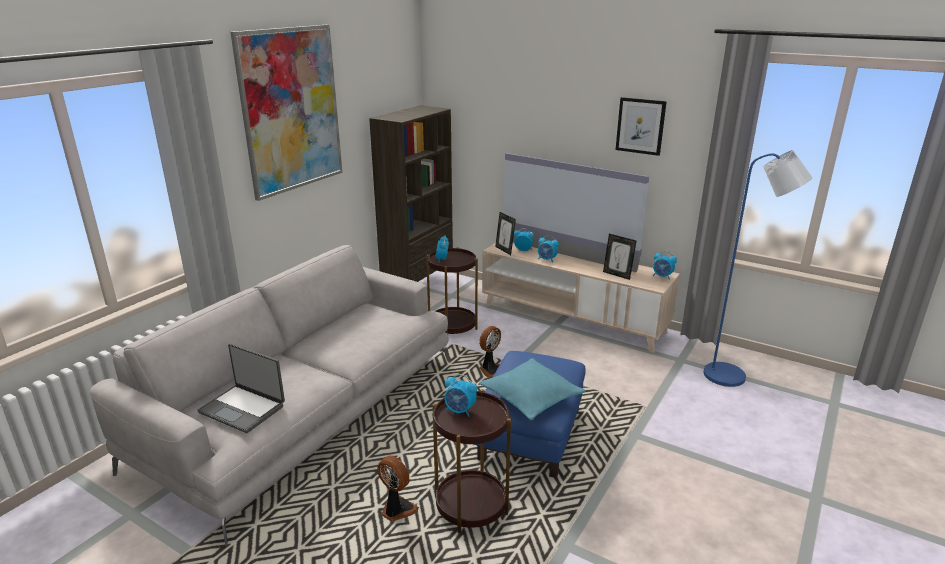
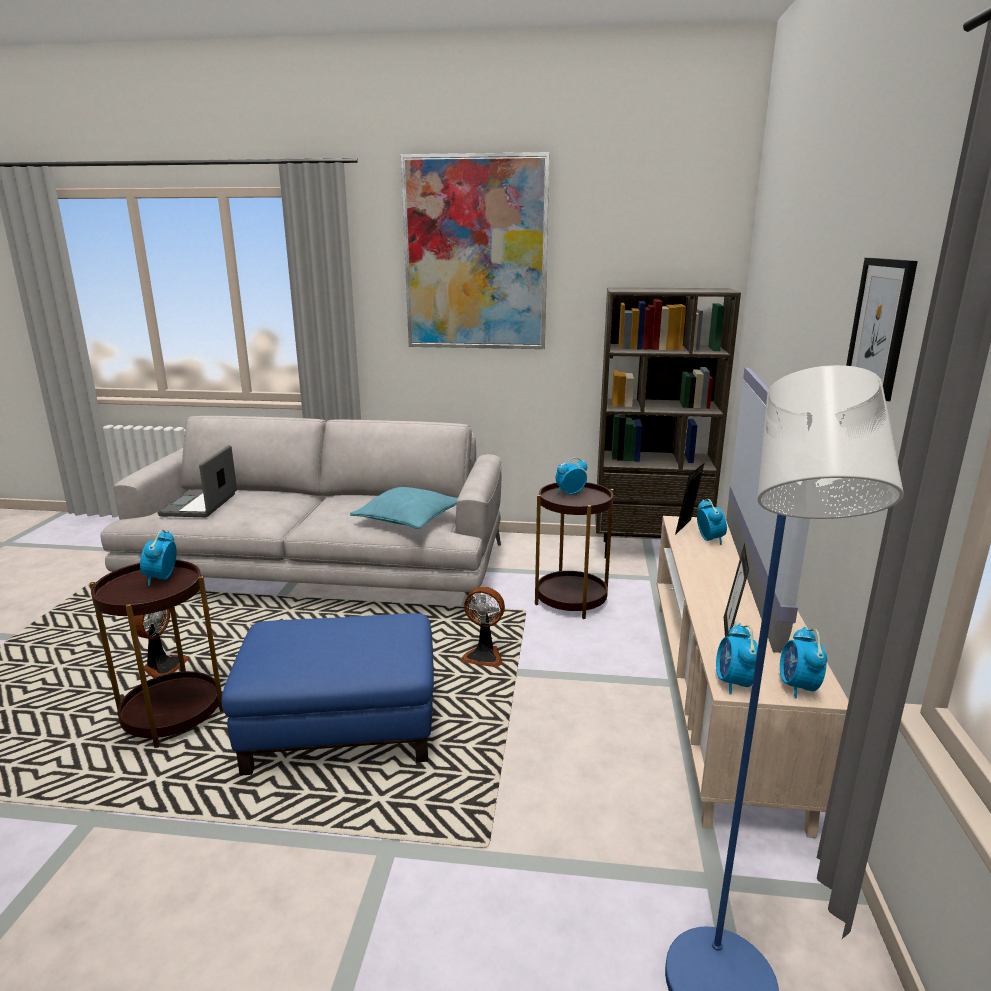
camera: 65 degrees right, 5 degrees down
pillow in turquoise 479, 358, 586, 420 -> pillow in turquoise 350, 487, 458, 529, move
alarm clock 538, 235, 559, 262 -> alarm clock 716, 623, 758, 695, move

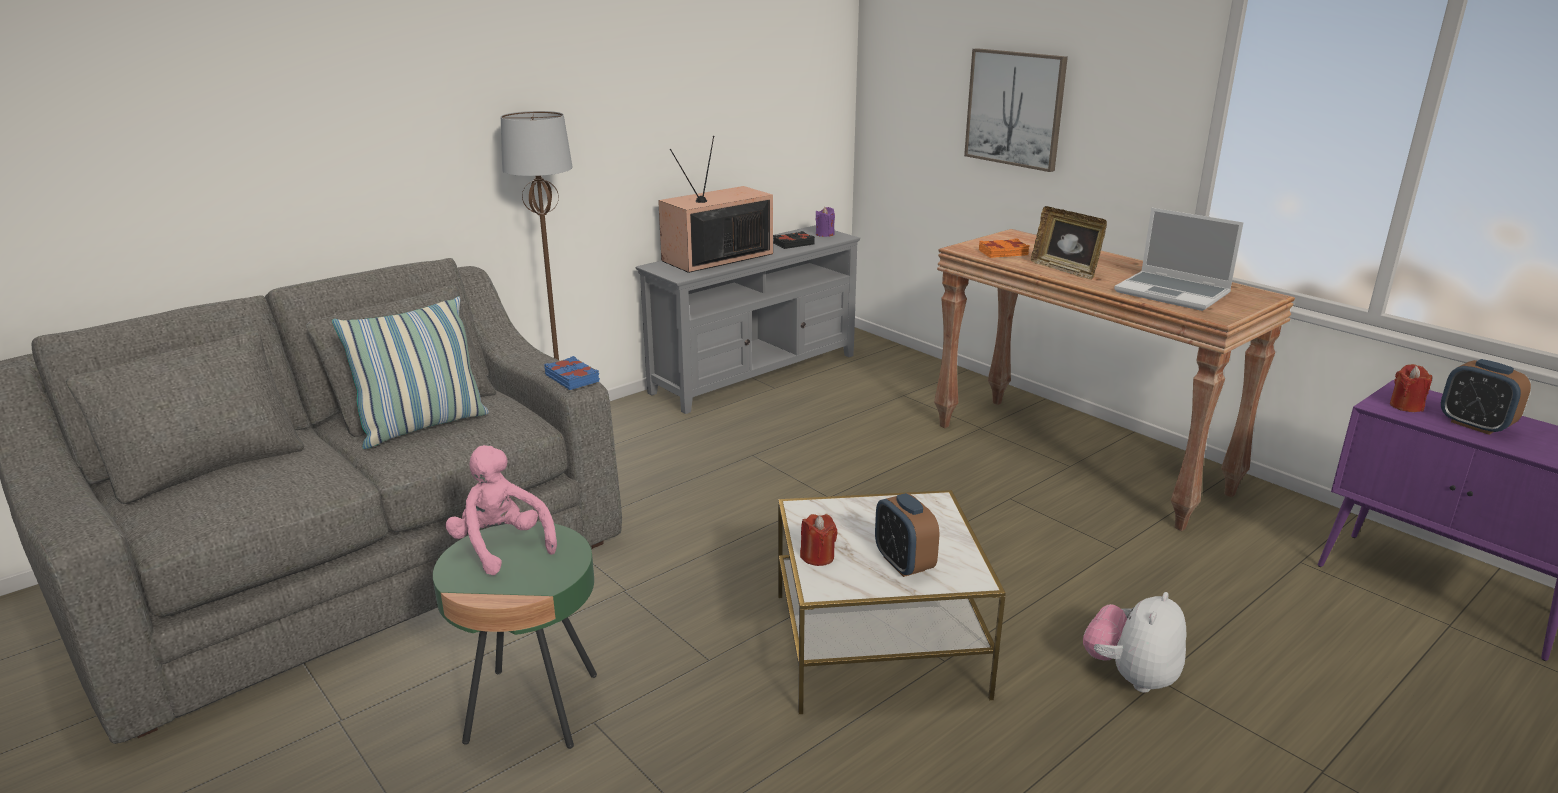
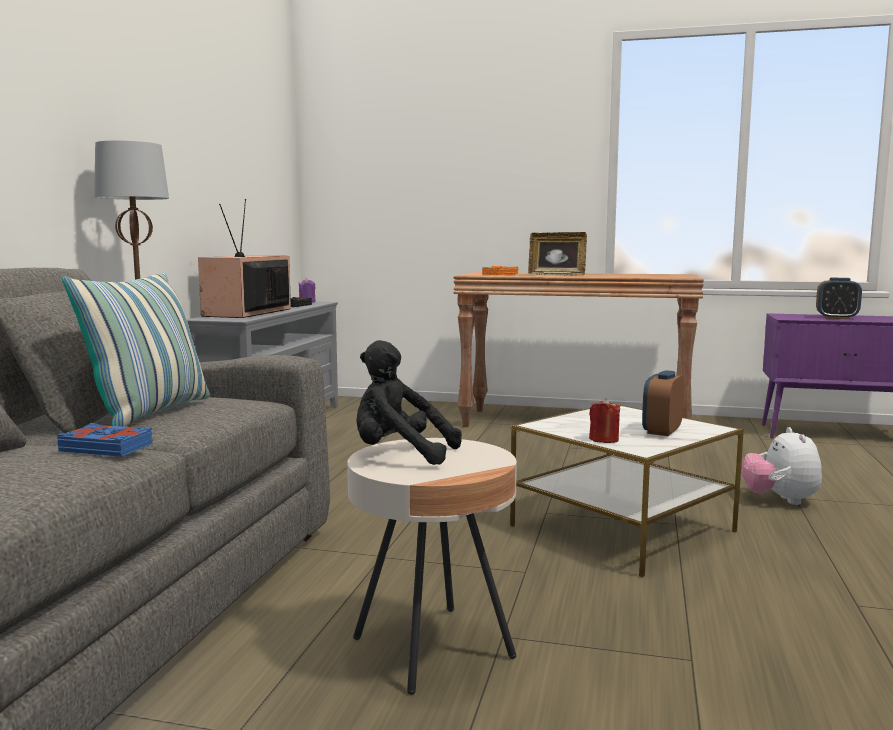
camera: 35 degrees left, 15 degrees down
side table in green 433, 522, 597, 749 -> side table in beige 347, 438, 517, 695
plush toy in pink 445, 445, 557, 575 -> plush toy in black 356, 340, 462, 465
book in blue 544, 356, 600, 390 -> book in blue 57, 423, 153, 457, move
alarm clock 875, 493, 939, 577 -> alarm clock 642, 370, 684, 436, 90 degrees clockwise
picture 964, 48, 1068, 172 -> none
laptop 1114, 208, 1244, 311 -> none
candle in red 1390, 364, 1432, 412 -> none

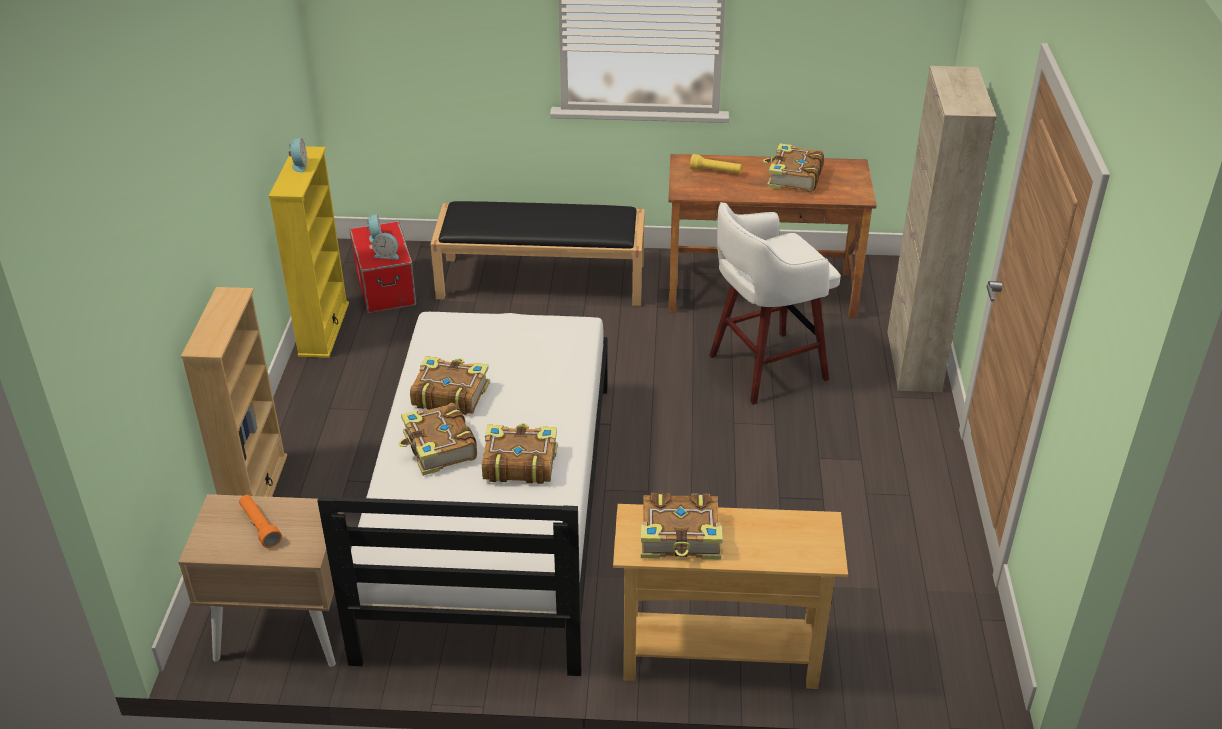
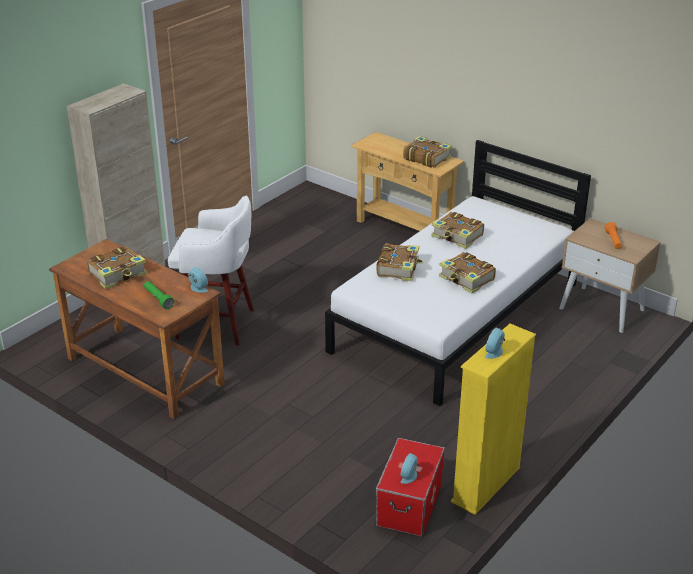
camera: 145 degrees left, 5 degrees down
bookcase in beige 181, 287, 287, 497 -> none
alarm clock 372, 233, 399, 259 -> alarm clock 188, 267, 208, 293, move
book 399, 403, 477, 476 -> book 376, 243, 424, 281, move
bench in black 430, 201, 645, 306 -> none
flashlight in yellow 690, 154, 742, 174 -> flashlight in green 144, 281, 174, 309

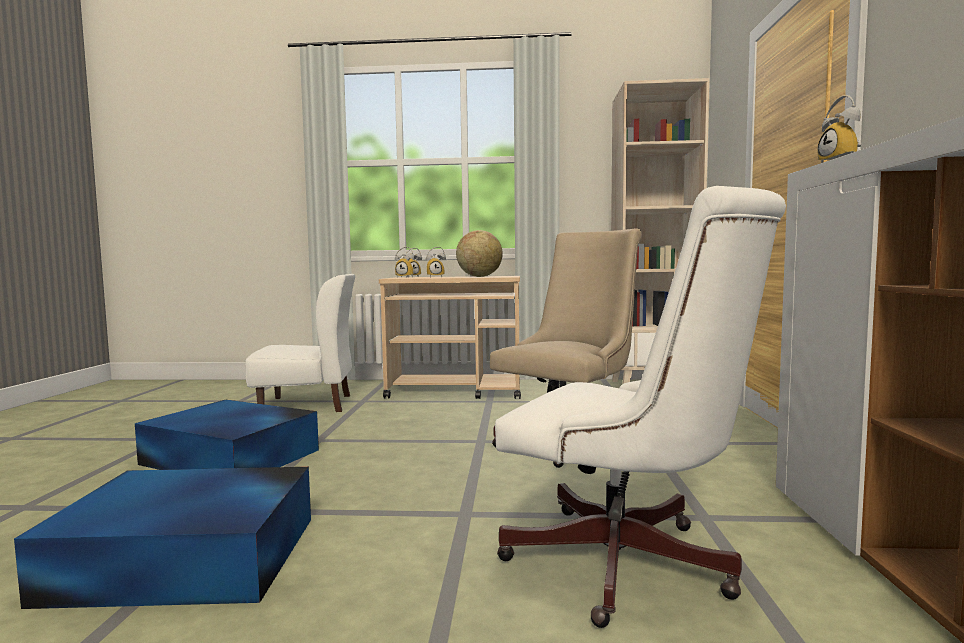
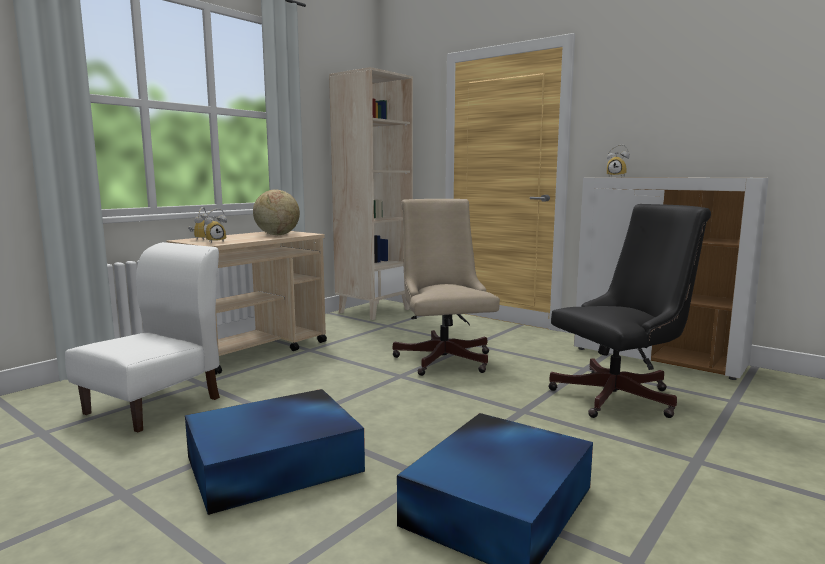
camera: 55 degrees left, 5 degrees up
alarm clock 426, 247, 446, 277 -> none
office chair in white 495, 186, 786, 628 -> office chair in black 548, 204, 711, 418

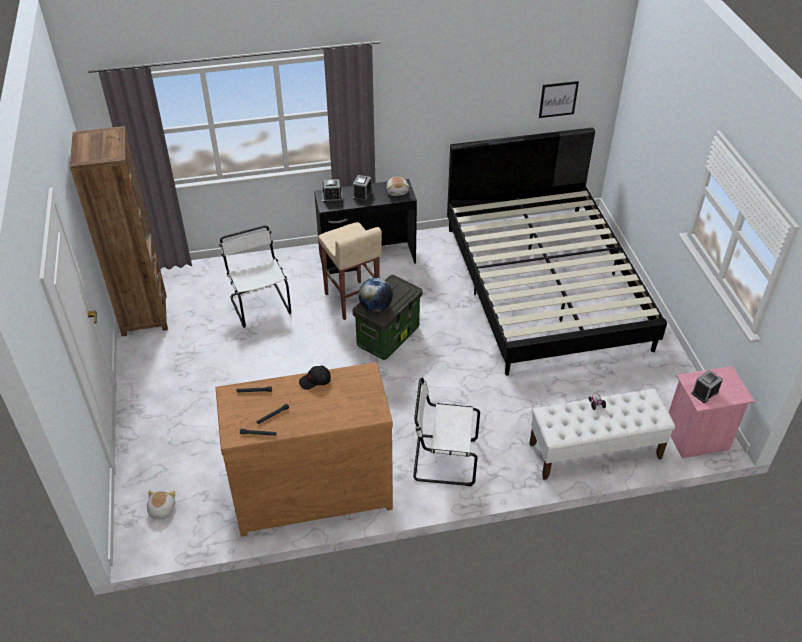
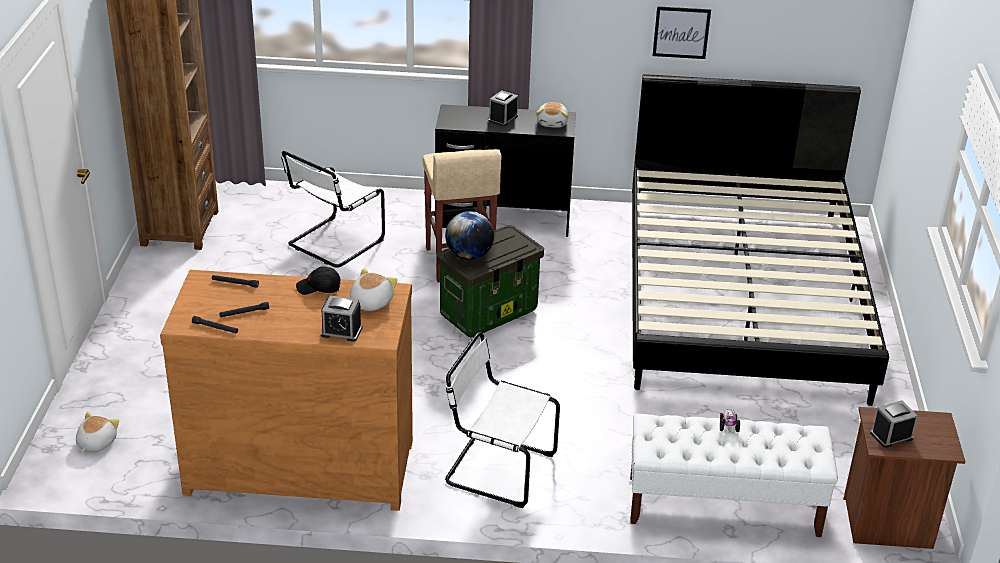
camera: 15 degrees right, 10 degrees down
chair in white 219, 225, 292, 328 -> chair in white 281, 151, 385, 268, 135 degrees counterclockwise
alarm clock 323, 179, 342, 202 -> alarm clock 321, 296, 363, 342, move
picture 539, 81, 579, 118 -> picture 653, 6, 711, 59, move
nightstand in pink 669, 366, 755, 458 -> nightstand in brown 844, 407, 966, 549
none -> plush toy 350, 268, 398, 311

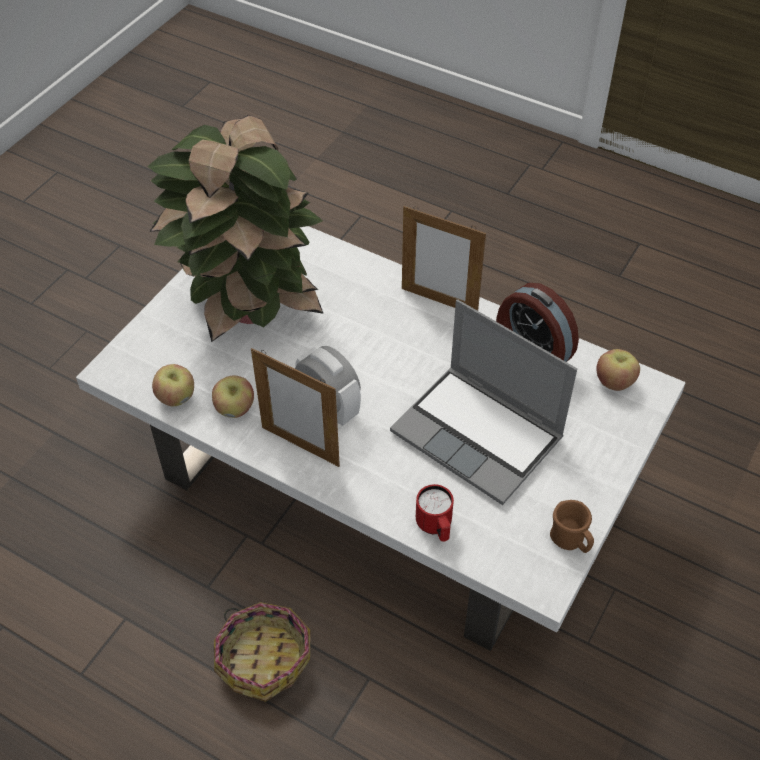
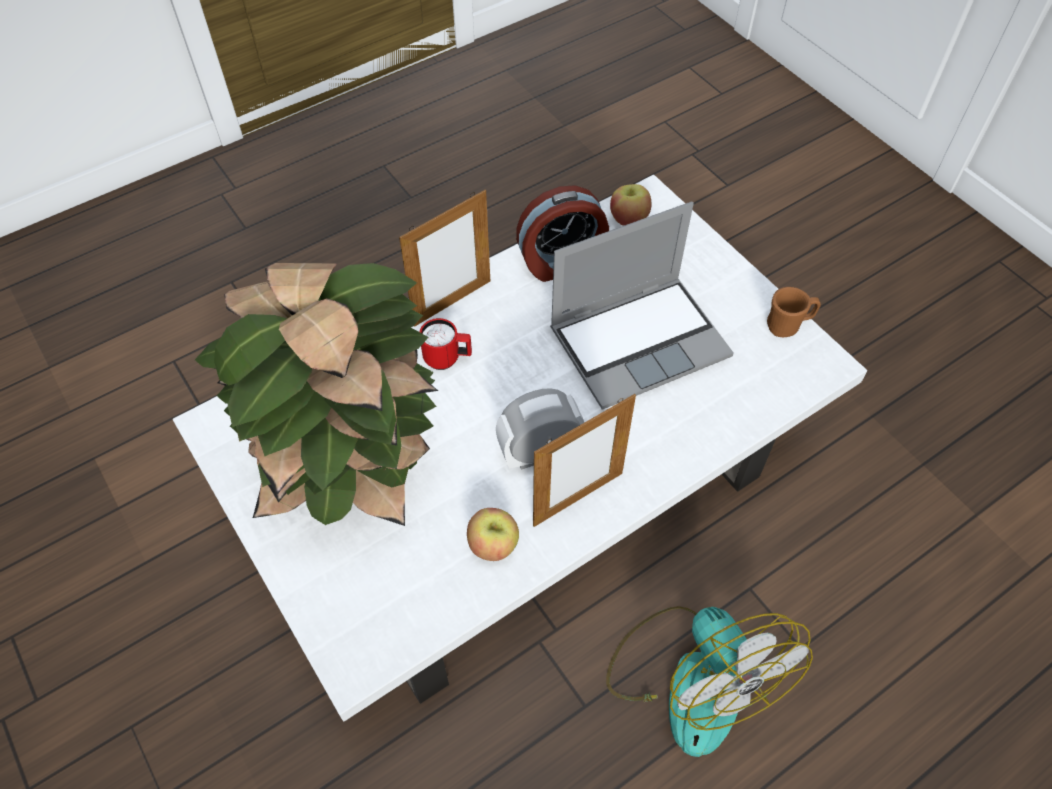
camera: 65 degrees left, 5 degrees up
apple 152, 364, 194, 406 -> none
basket 214, 602, 311, 702 -> fan 606, 606, 813, 757
mug in red 416, 484, 454, 542 -> mug in red 419, 318, 472, 370, move

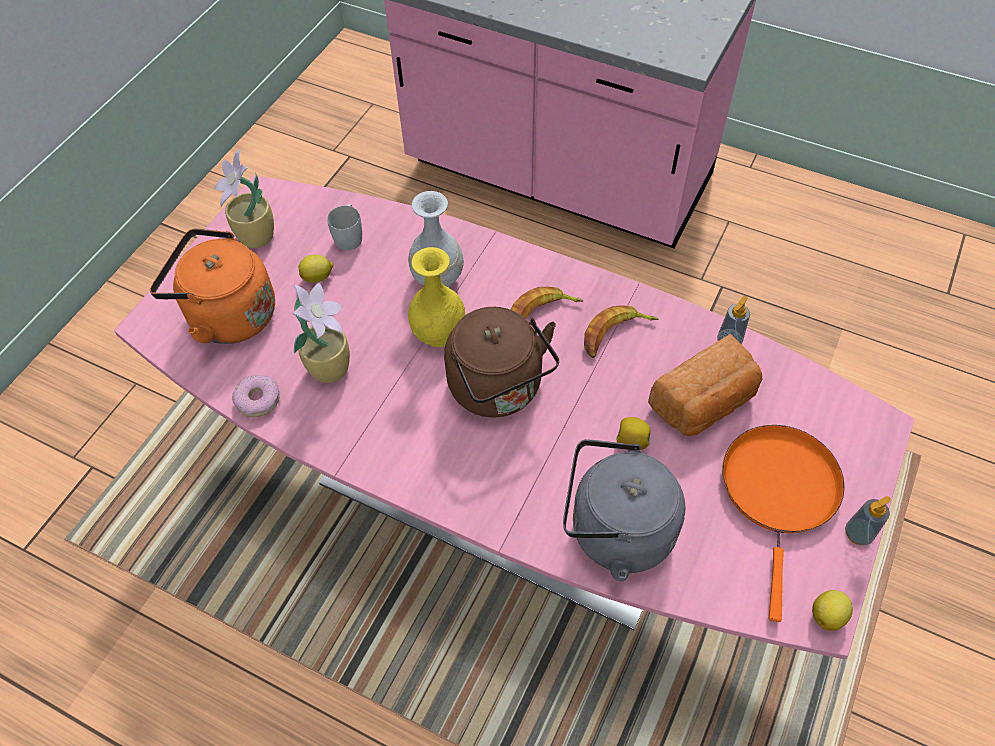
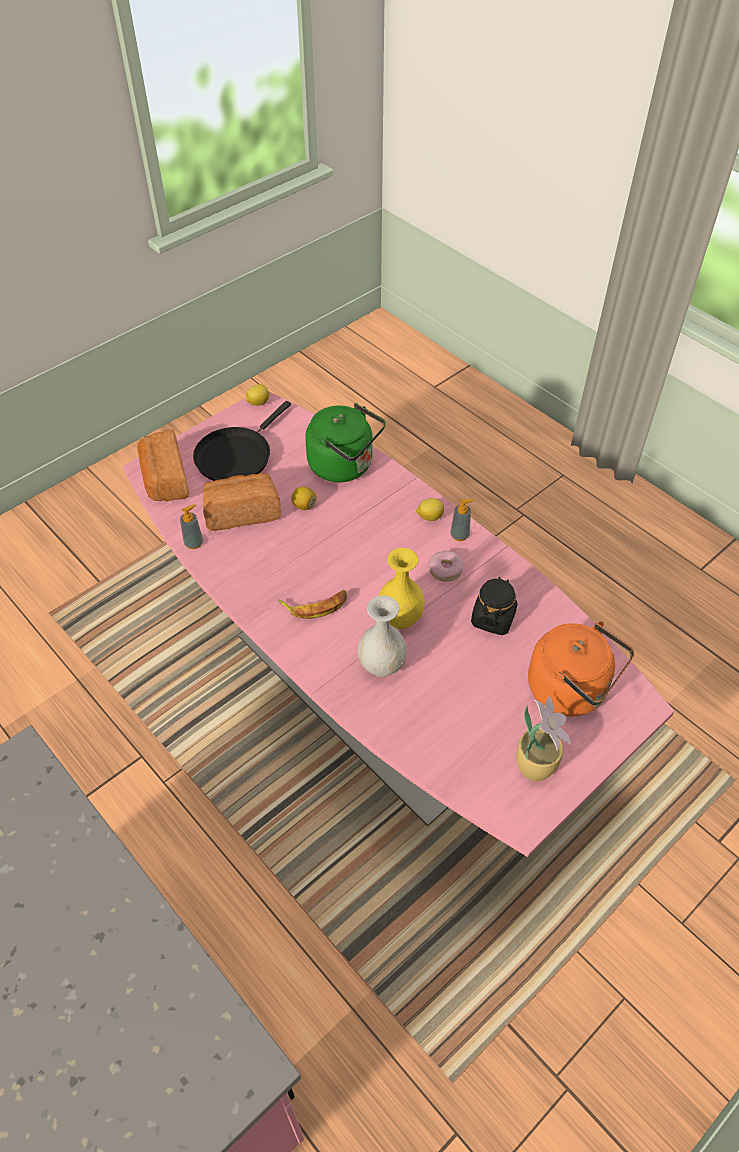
camera: 160 degrees left, 5 degrees down
donut 232, 375, 280, 417 -> donut 429, 551, 464, 581, move
potted plant 293, 283, 350, 383 -> jar in black 471, 576, 518, 635
lemon 298, 254, 333, 283 -> lemon 416, 498, 444, 521, move
mug in white 327, 204, 362, 251 -> none
kettle in brown 444, 307, 559, 418 -> none
kettle in grey 563, 439, 685, 582 -> kettle in green 305, 403, 386, 482
banana 584, 305, 659, 358 -> none
frying pan in orange 722, 425, 845, 622 -> frying pan in black 193, 401, 291, 481
soap dispenser 845, 496, 891, 545 -> soap dispenser 450, 499, 474, 541, move
none -> bread 138, 429, 190, 502

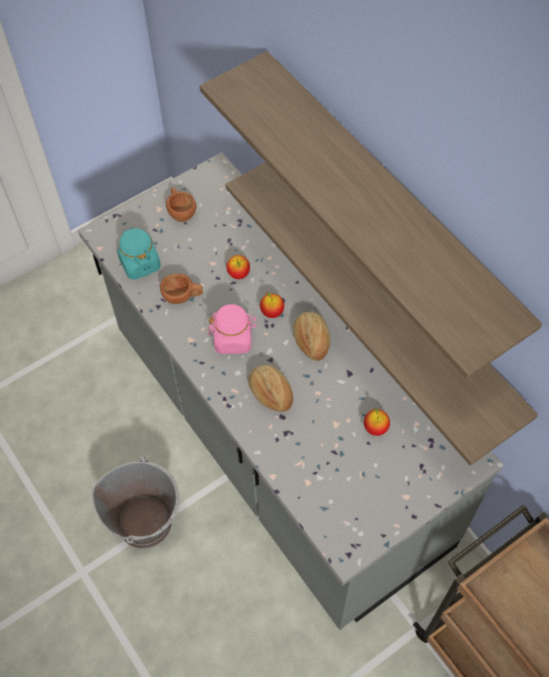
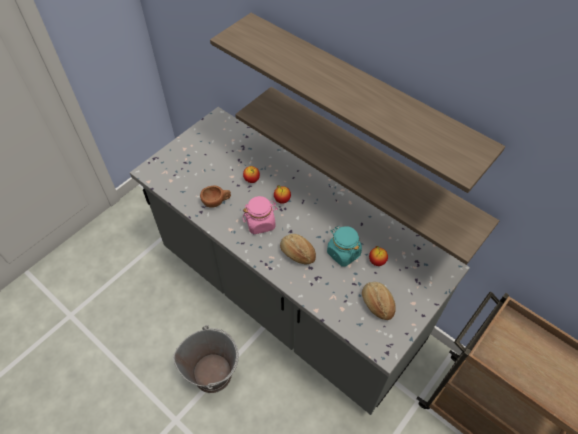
camera: 15 degrees left, 5 degrees down
jar in turquoise 117, 227, 161, 280 -> jar in turquoise 327, 226, 362, 267, move
cup in brown 166, 188, 196, 222 -> none
bread 293, 312, 330, 361 -> bread 362, 282, 396, 320, move

